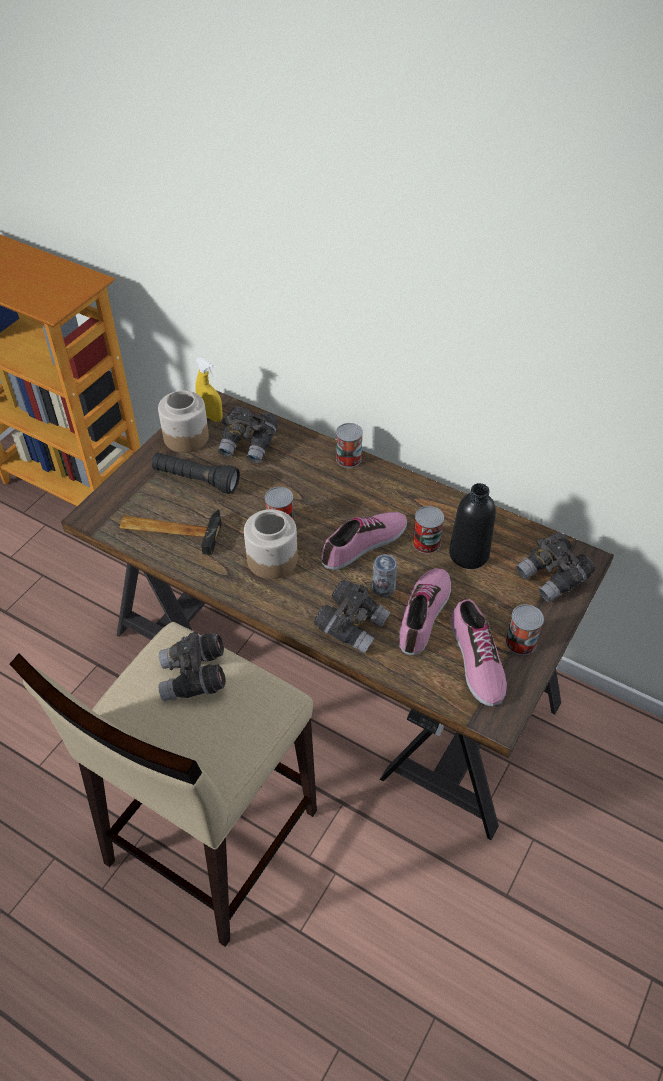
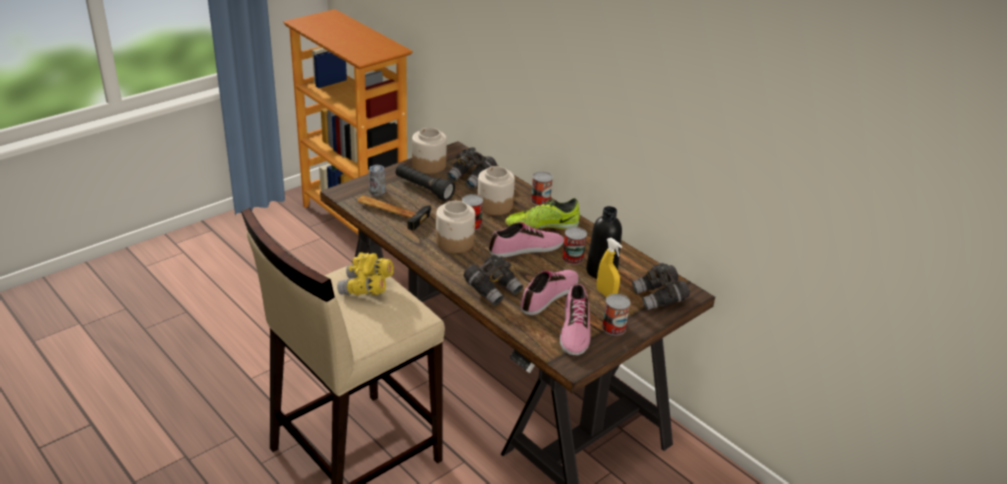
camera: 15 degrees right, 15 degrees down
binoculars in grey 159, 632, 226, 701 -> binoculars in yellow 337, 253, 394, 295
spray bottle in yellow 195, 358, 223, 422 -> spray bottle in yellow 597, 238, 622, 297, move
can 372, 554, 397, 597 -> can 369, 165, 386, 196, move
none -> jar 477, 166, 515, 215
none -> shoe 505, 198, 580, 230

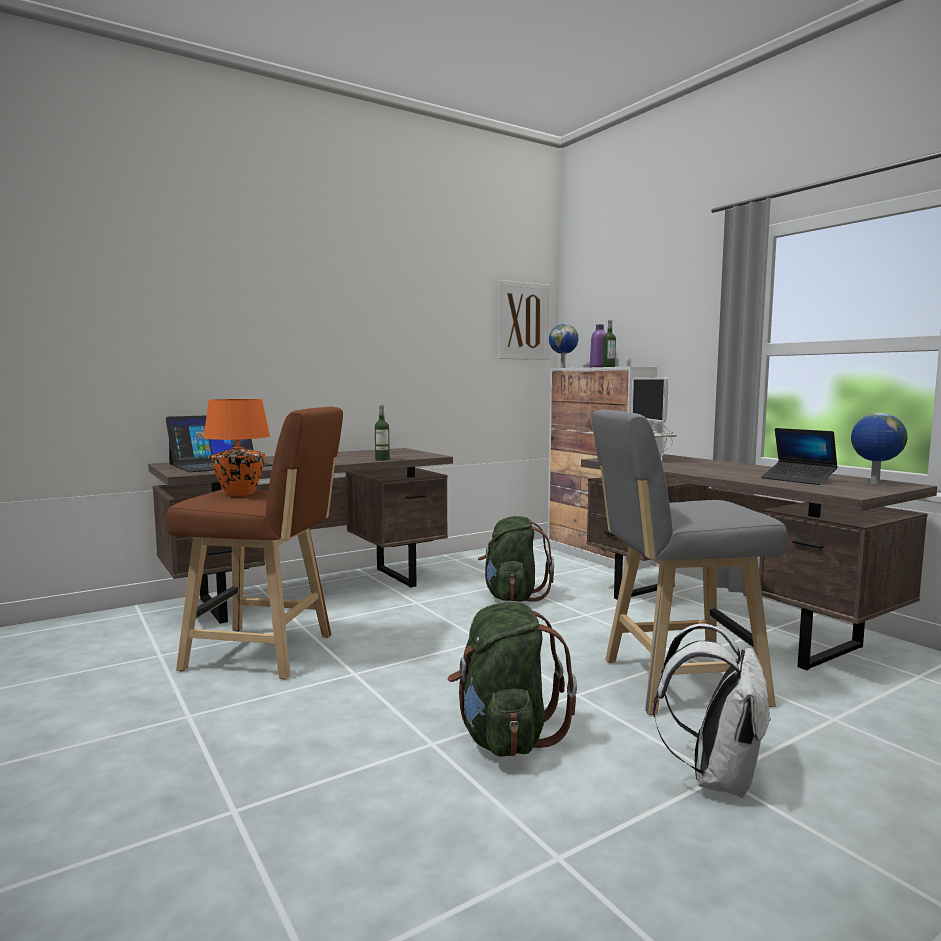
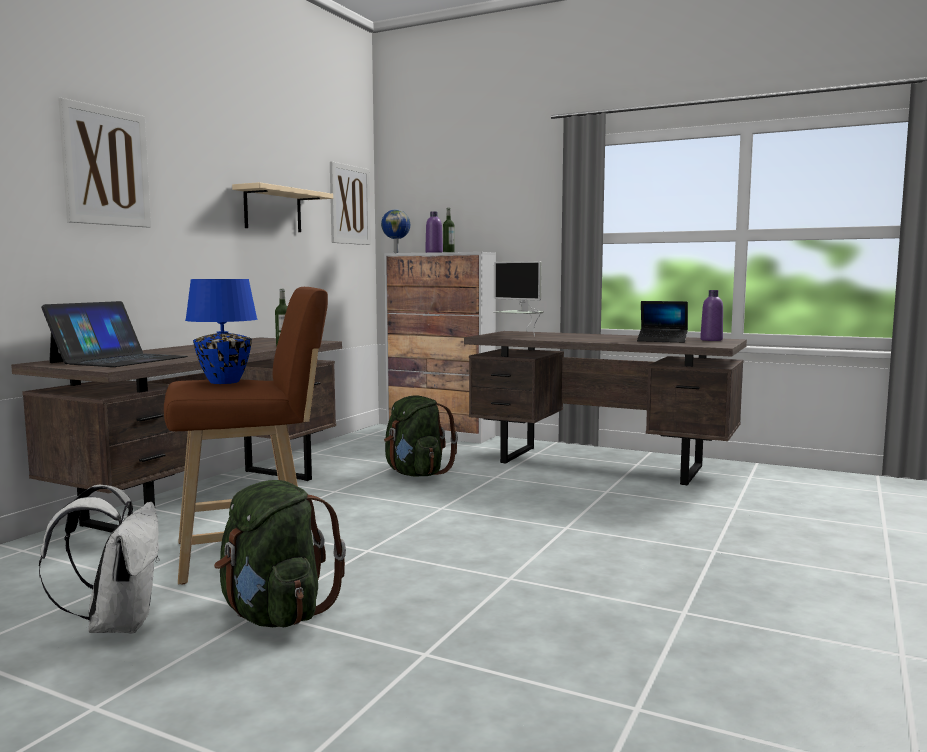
camera: 30 degrees left, 0 degrees up
table lamp in orange 203, 399, 270, 496 -> table lamp in blue 185, 279, 258, 384
backpack in green 448, 602, 577, 757 -> backpack in green 214, 480, 346, 627, move
stool in grey 592, 409, 788, 715 -> none
backpack in white 653, 623, 771, 798 -> backpack in white 39, 485, 160, 634, move
globe 851, 413, 907, 484 -> bottle in purple 700, 290, 723, 341
none -> picture 58, 98, 151, 228
none -> shelf in beige 232, 182, 333, 232

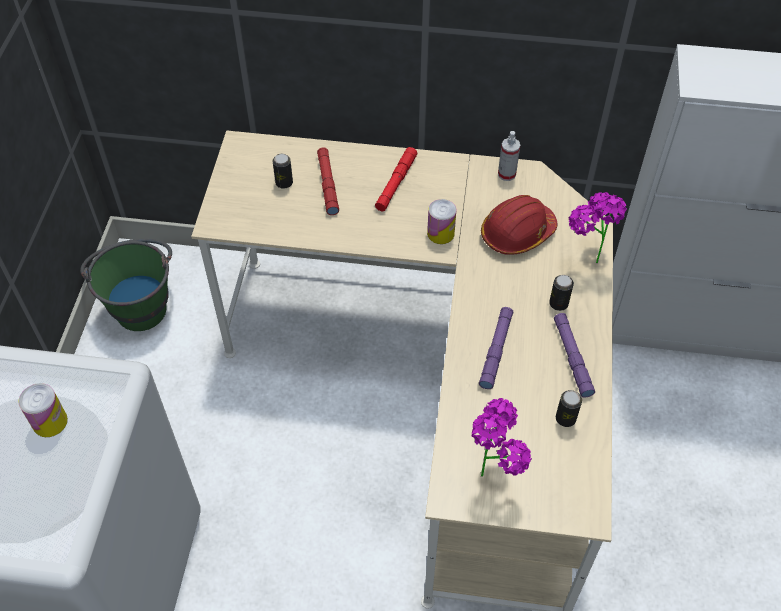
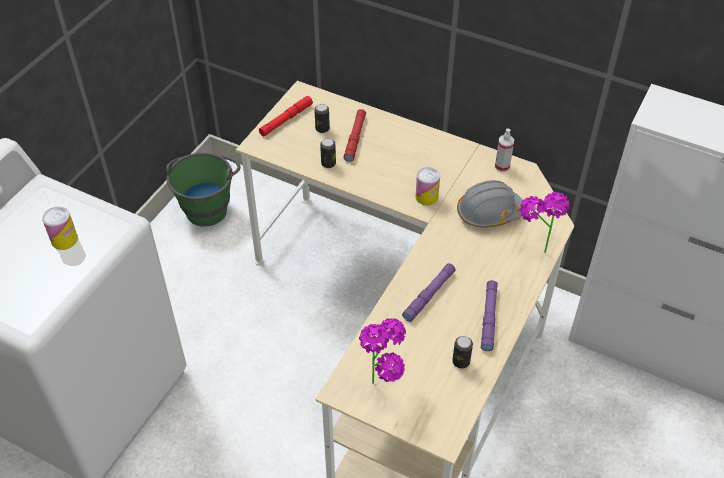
camera: 20 degrees right, 5 degrees down
flashlight in red 375, 147, 417, 211 -> flashlight in red 259, 96, 313, 137, move
hard hat in red 481, 195, 557, 255 -> hard hat in grey 457, 180, 523, 228
can 549, 275, 574, 311 -> can 320, 138, 336, 168, move

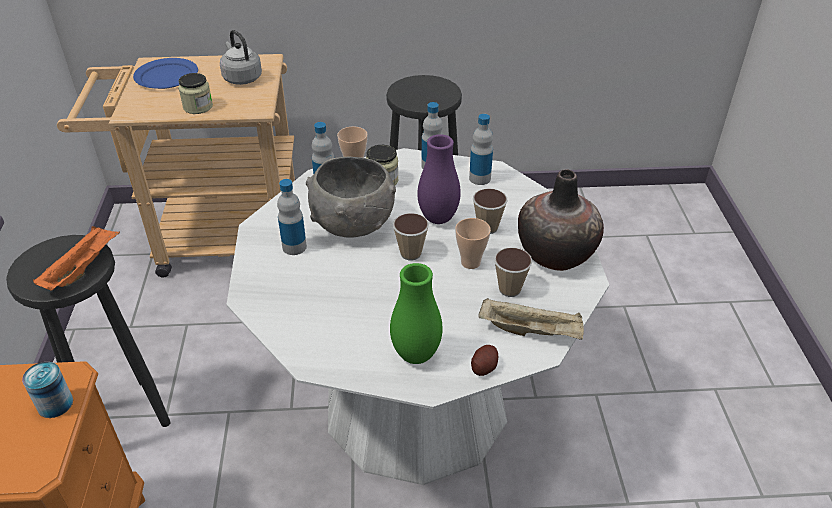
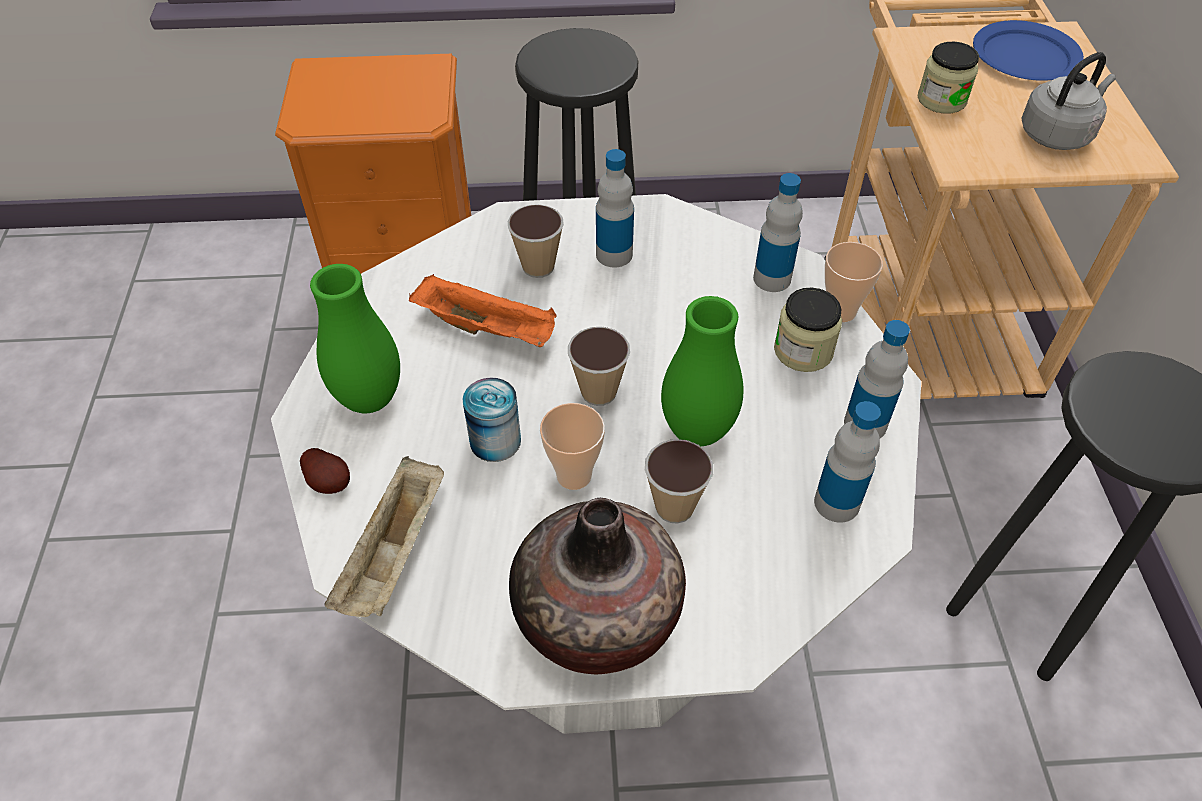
camera: 90 degrees right, 10 degrees up
can 22, 362, 73, 418 -> can 462, 378, 521, 462, move
tray in orange 33, 226, 120, 291 -> tray in orange 409, 274, 557, 347, move
bowl in grey 306, 156, 396, 238 -> none
vase in purple 417, 134, 461, 224 -> vase in green 661, 296, 744, 446
cup 494, 247, 533, 297 -> cup 508, 204, 564, 278, move

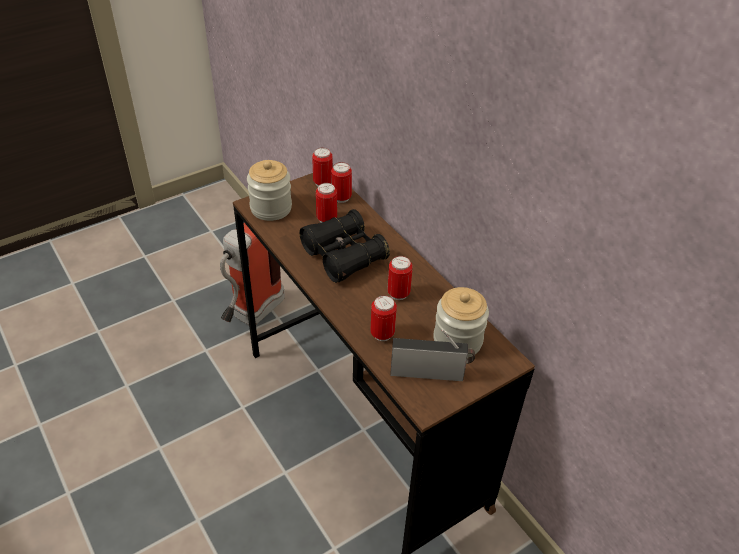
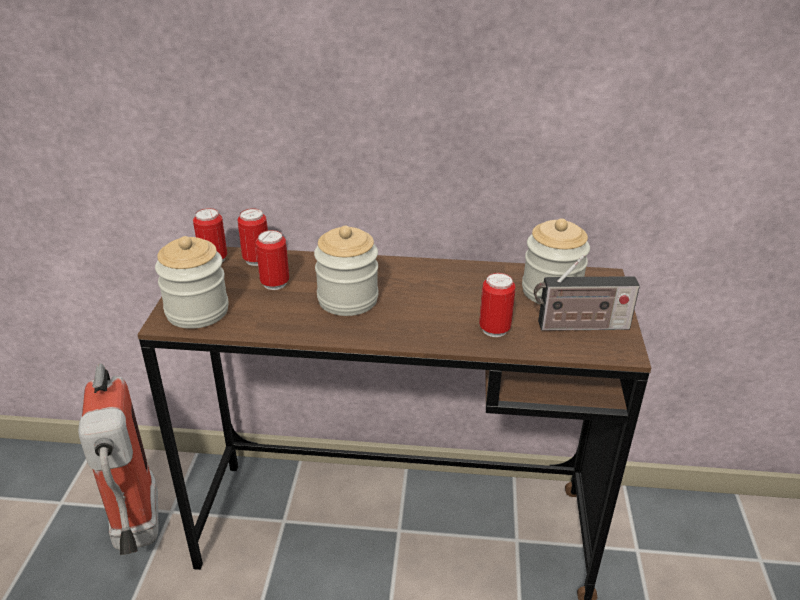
camera: 50 degrees left, 10 degrees down
binoculars in black 299, 209, 390, 283 -> jar 314, 226, 378, 316
can 387, 256, 413, 300 -> none
radio 390, 330, 475, 381 -> radio 534, 255, 640, 331, 135 degrees counterclockwise

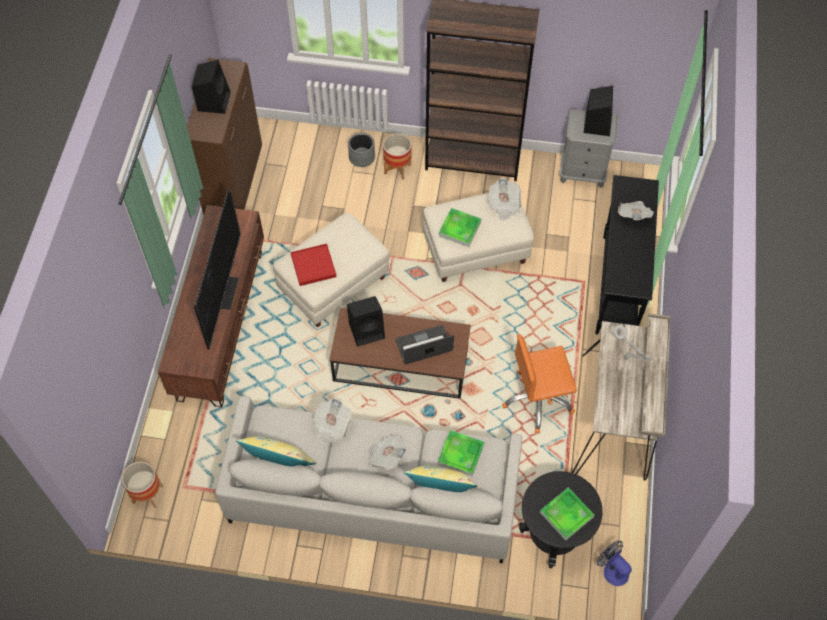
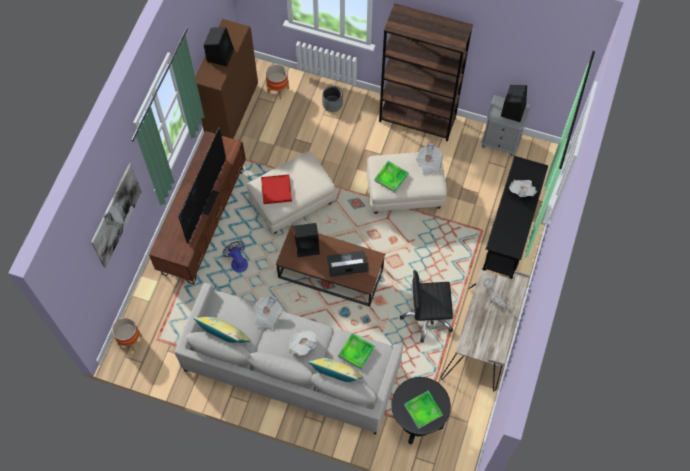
camera: 10 degrees right, 5 degrees up
planter 383, 133, 411, 180 -> planter 266, 64, 289, 99, move
office chair in orange 502, 334, 577, 433 -> office chair in black 400, 270, 453, 342
fan 597, 541, 632, 586 -> fan 222, 241, 248, 273, move
none -> picture 91, 163, 142, 268

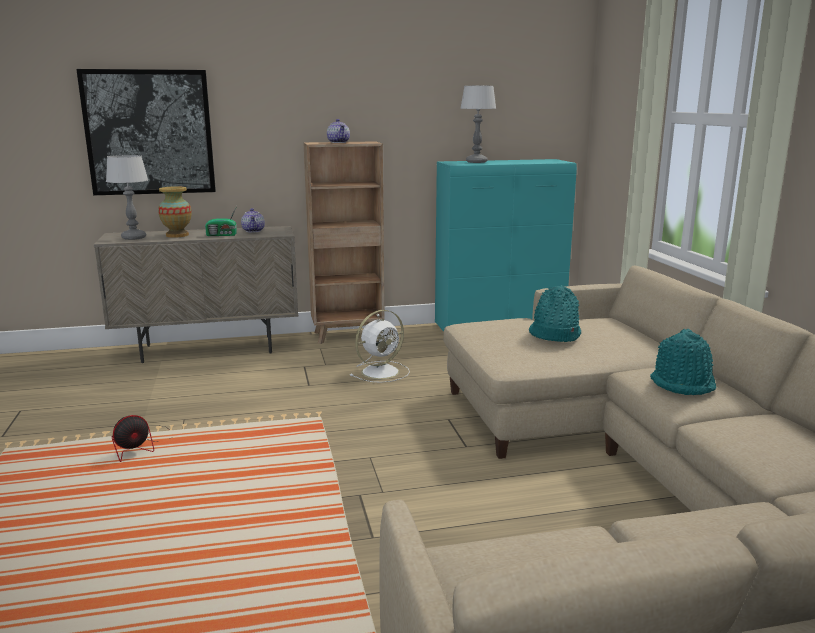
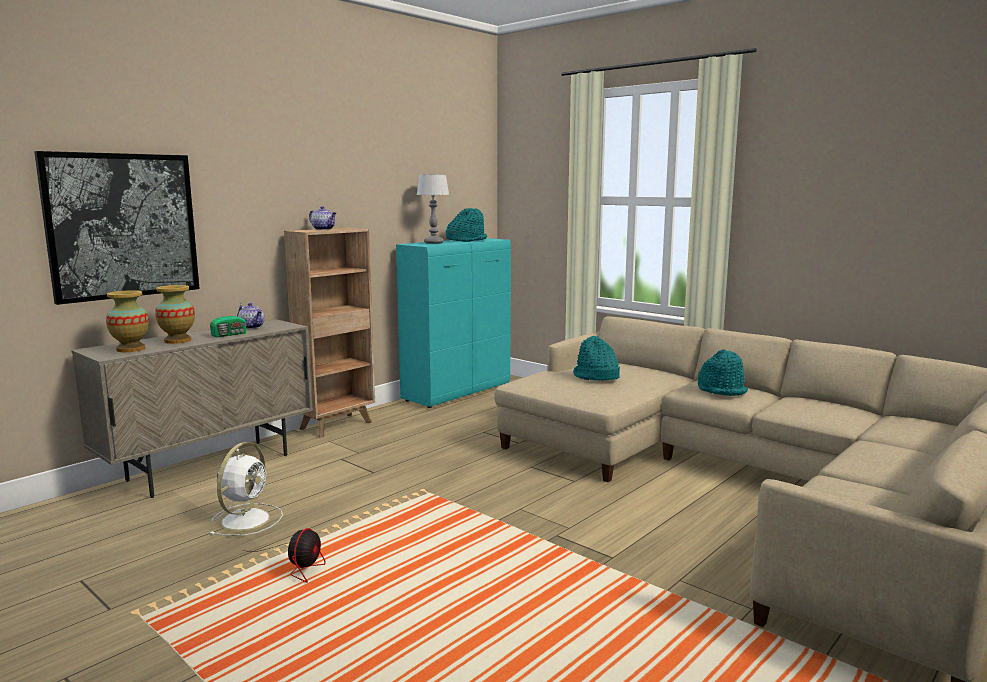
camera: 35 degrees left, 5 degrees down
table lamp 106, 155, 148, 240 -> vase 106, 290, 149, 352
fan in white 350, 310, 410, 383 -> fan in white 209, 442, 283, 536, move
none -> hat in turquoise 446, 208, 487, 242

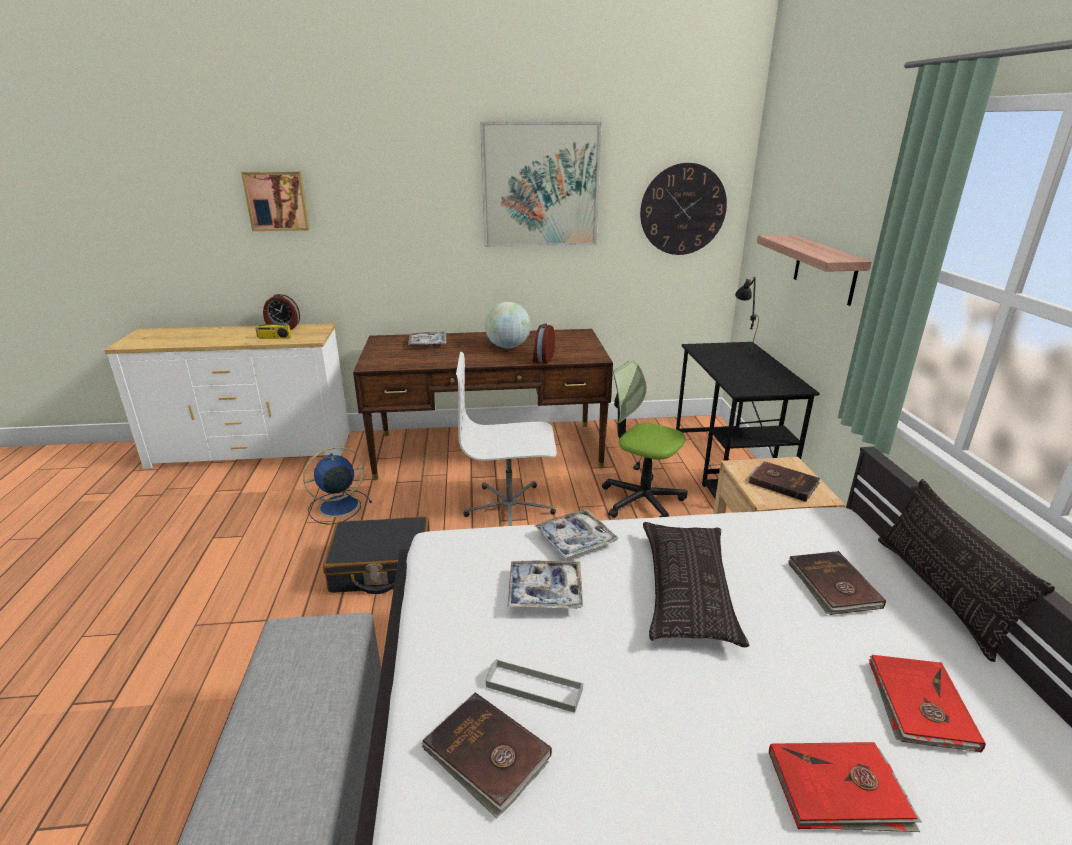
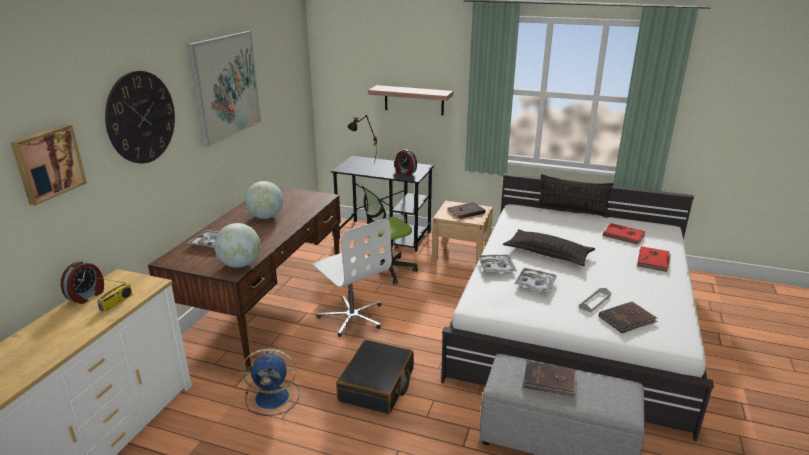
camera: 65 degrees left, 0 degrees up
fan in blue 303, 446, 372, 525 -> fan in blue 241, 349, 299, 416, 90 degrees counterclockwise
office chair in white 456, 352, 557, 526 -> office chair in white 311, 218, 392, 337, 60 degrees counterclockwise
alarm clock 533, 323, 555, 364 -> alarm clock 395, 149, 417, 175, move
wall clock 640, 163, 727, 255 -> wall clock 105, 71, 175, 164, move
book in brown 788, 551, 886, 615 -> book in brown 522, 361, 577, 397, move
none -> globe 214, 223, 260, 268

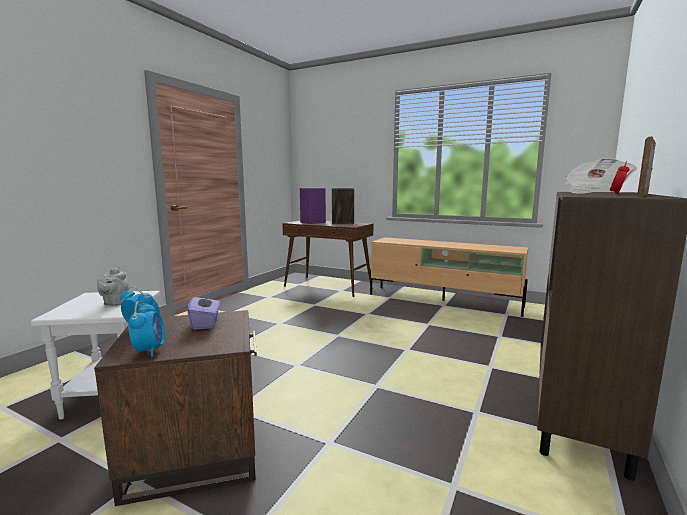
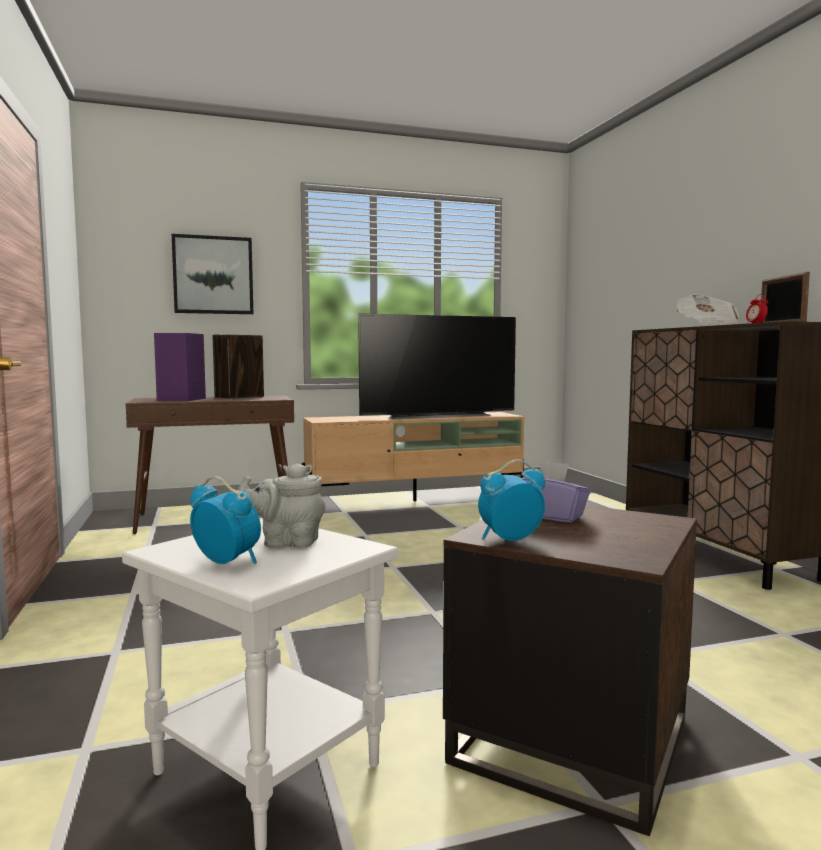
camera: 45 degrees left, 5 degrees down
teapot in grey 96, 267, 128, 306 -> teapot in grey 238, 463, 325, 548, 135 degrees clockwise
alarm clock 128, 301, 165, 357 -> alarm clock 190, 476, 261, 564, move
none -> picture 172, 234, 253, 314
none -> television 358, 313, 516, 419

